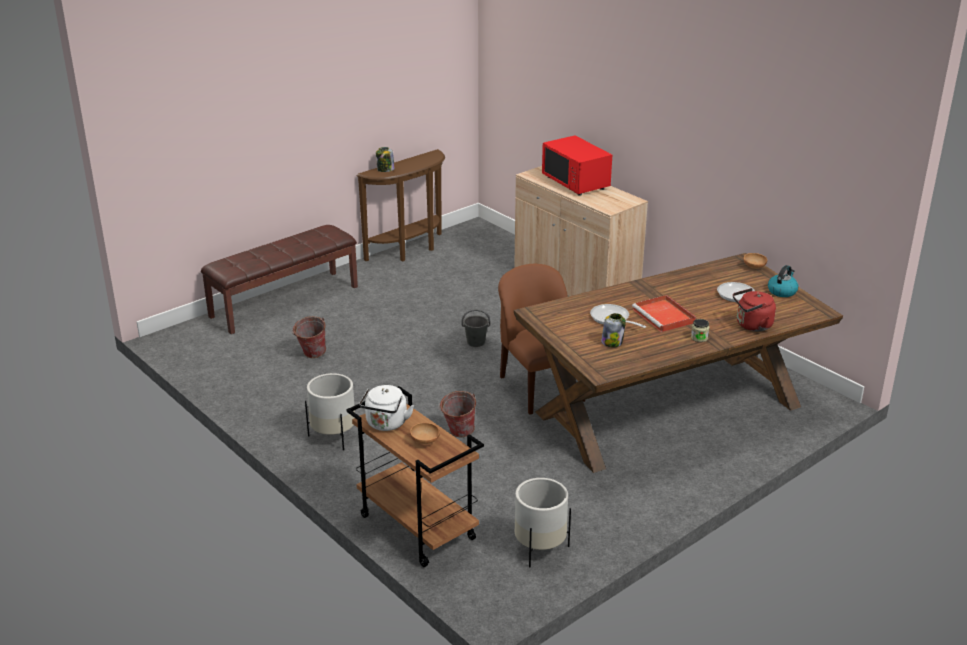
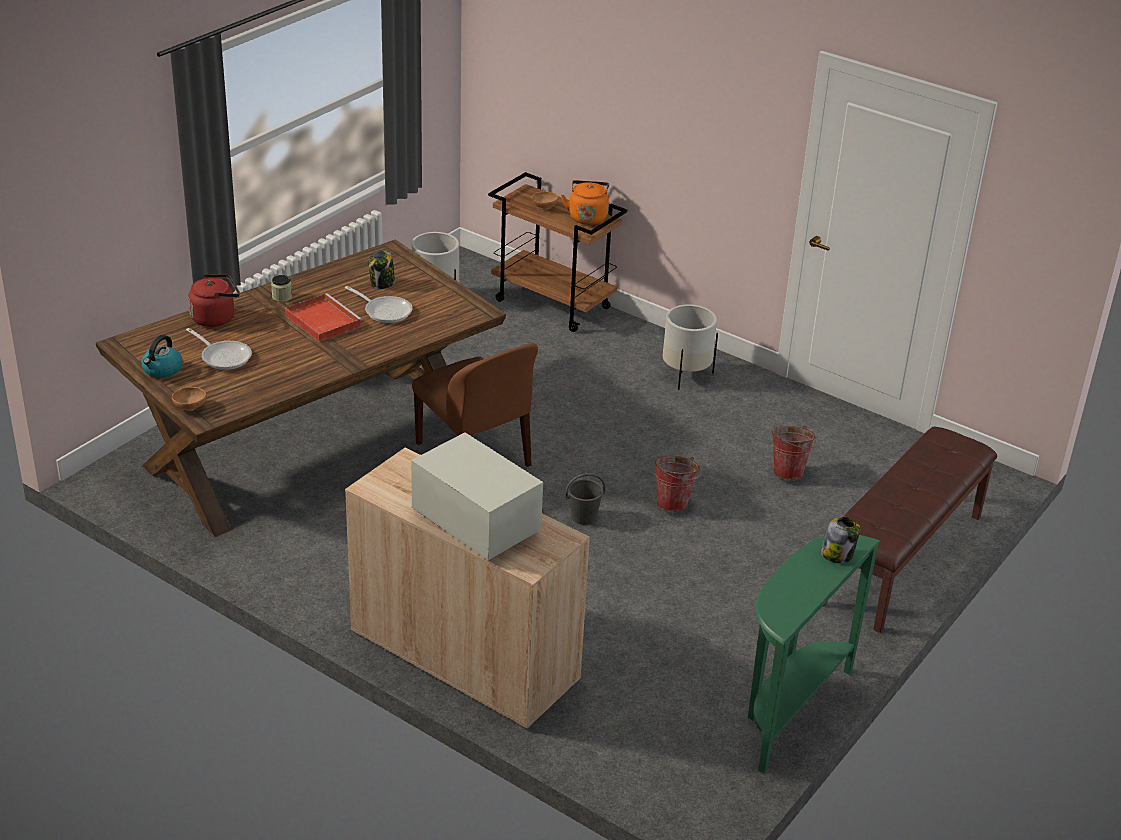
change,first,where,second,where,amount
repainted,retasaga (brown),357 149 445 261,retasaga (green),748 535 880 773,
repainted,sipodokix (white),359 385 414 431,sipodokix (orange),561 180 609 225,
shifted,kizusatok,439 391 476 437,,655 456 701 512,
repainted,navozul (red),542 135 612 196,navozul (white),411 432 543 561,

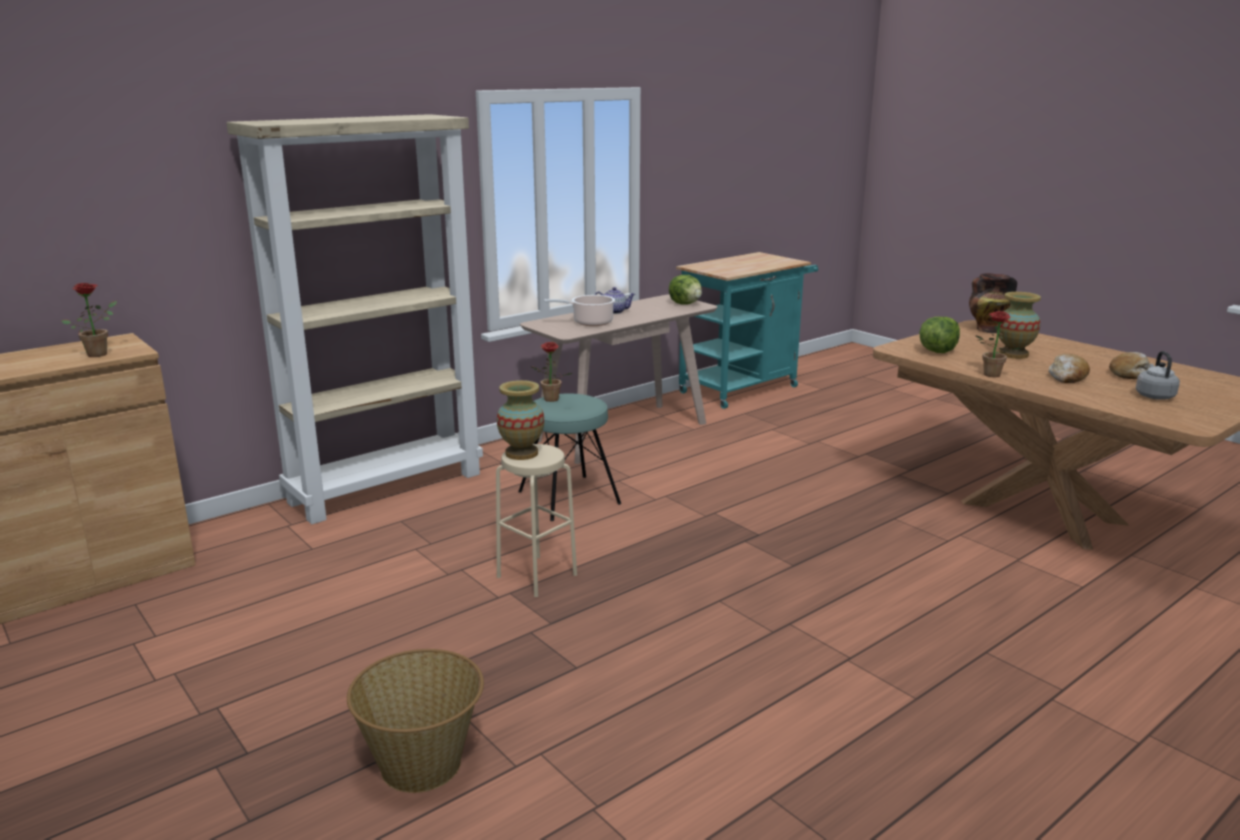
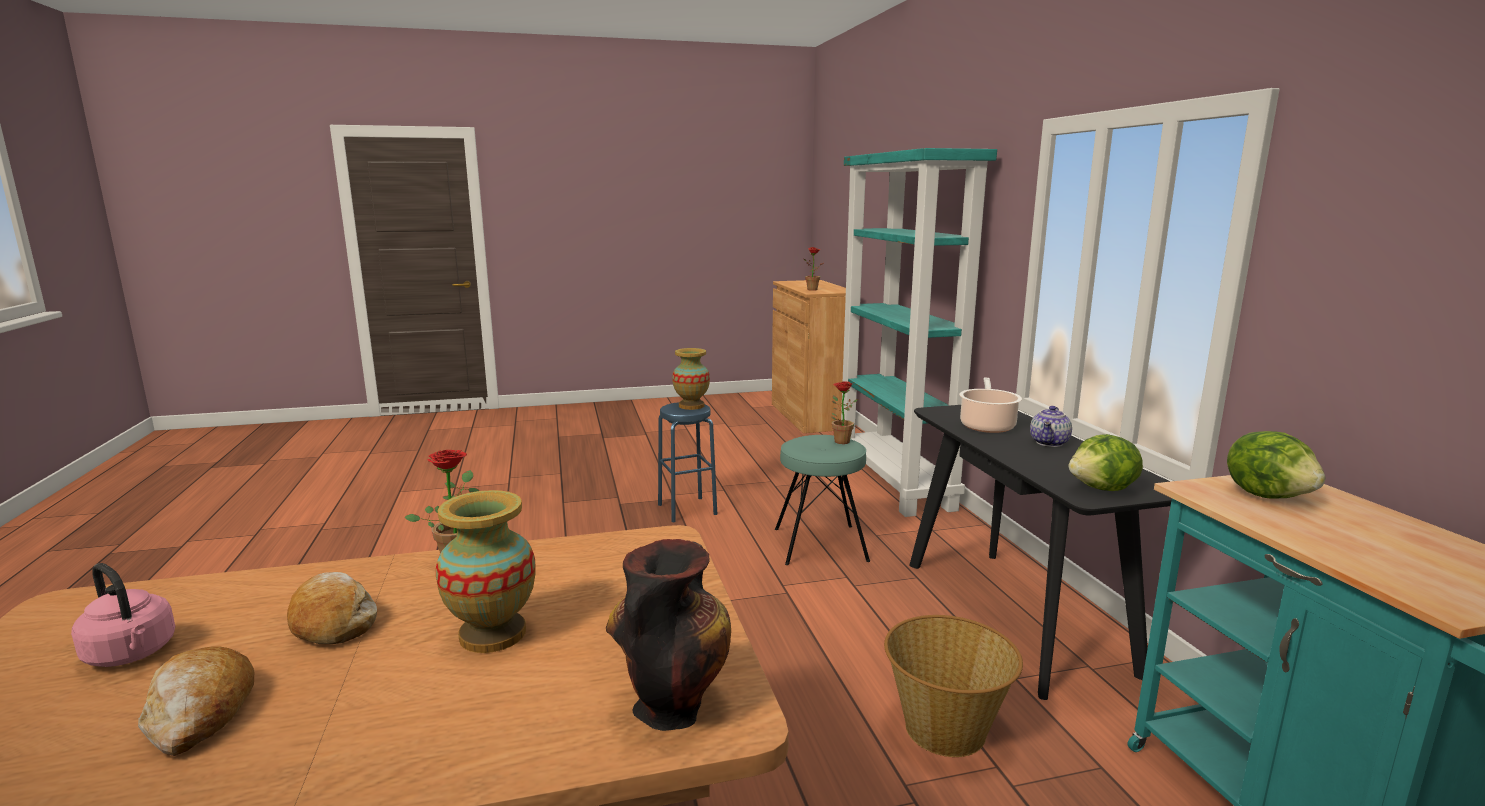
change,first,where,second,where,amount
repainted,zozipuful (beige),226 114 483 524,zozipuful (turquoise),841 148 997 517,
shifted,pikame,347 649 484 793,,884 615 1023 757,
repainted,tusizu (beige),496 444 577 597,tusizu (blue),658 402 717 522,
repainted,retasaga (beige),520 294 718 464,retasaga (black),909 405 1172 700,
shifted,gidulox,919 317 960 353,,1227 431 1325 499,
repainted,sipodokix (grey),1136 351 1180 400,sipodokix (pink),71 563 176 667,

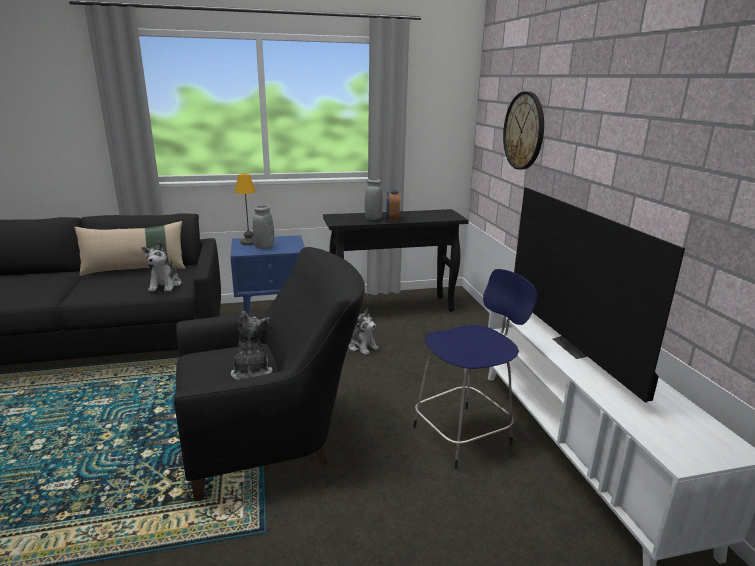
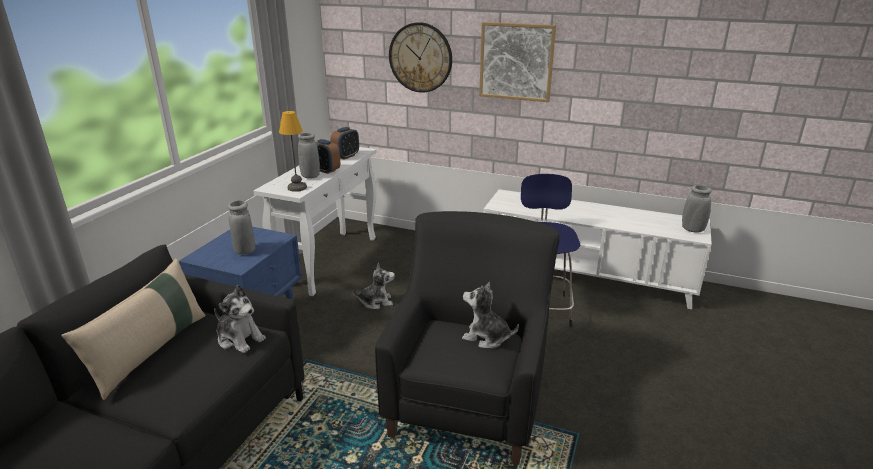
change,first,where,second,where,amount
shifted,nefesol,235 174 256 245,,279 111 307 192,
repainted,retasaga (black),323 209 469 312,retasaga (white),254 147 377 296,
gone,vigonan,514 187 685 403,,,
new,,,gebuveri,330 127 359 160,
new,,,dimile,479 22 556 102,
new,,,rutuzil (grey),682 185 712 233,

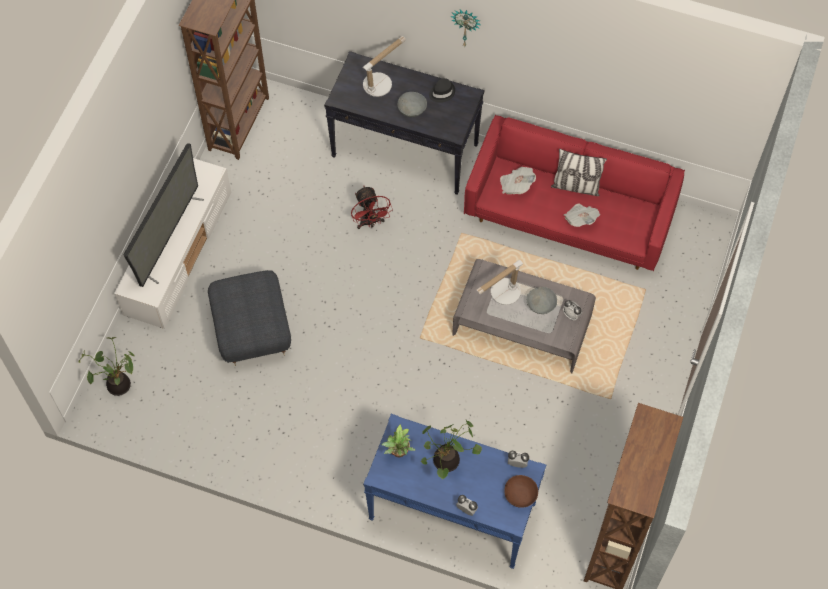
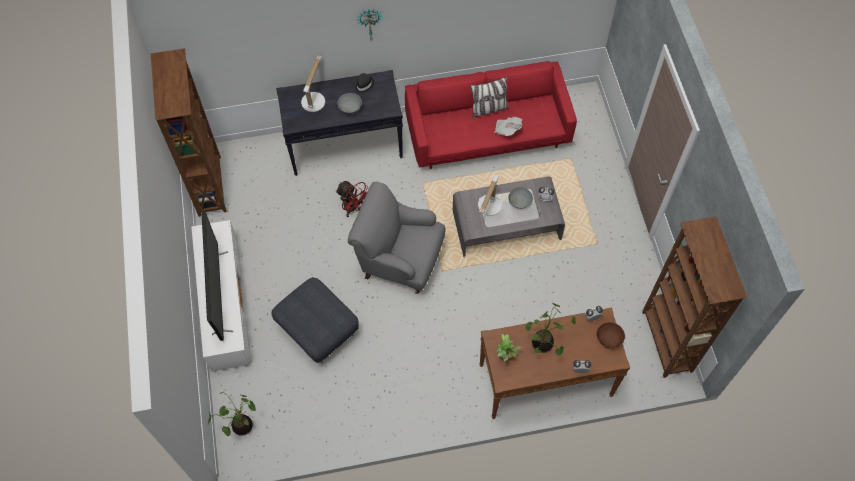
change,first,where,second,where,amount
repainted,retasaga (blue),363 414 546 569,retasaga (brown),479 307 630 419,
gone,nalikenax,500 167 536 194,,,
new,,,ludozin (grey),348 182 445 294,

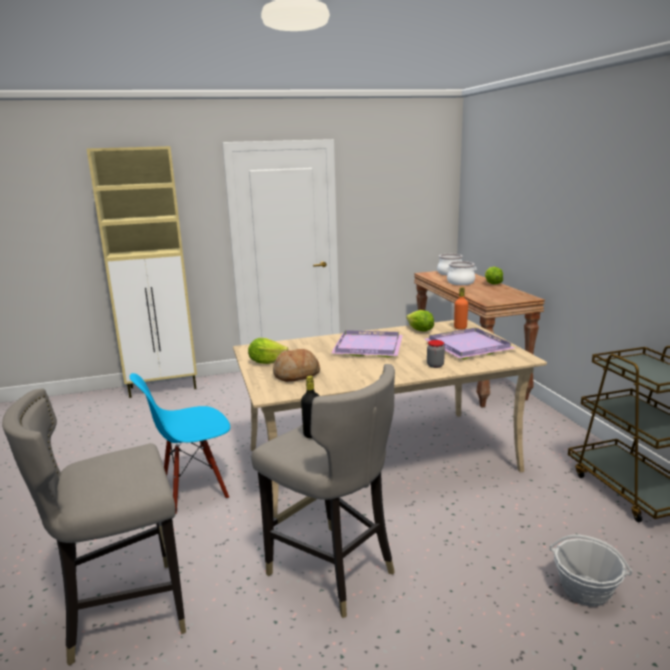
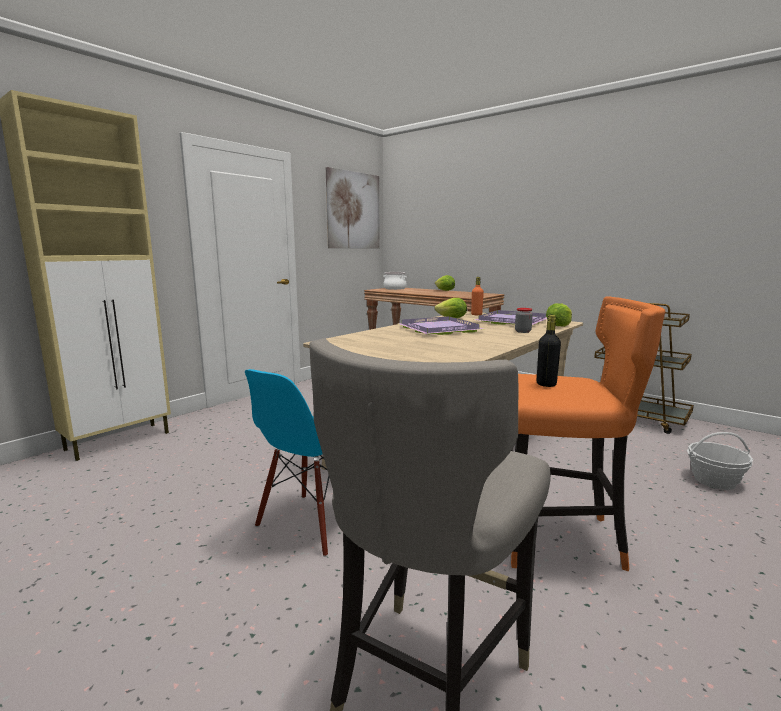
change,first,where,second,where,amount
shifted,gidulox,248 338 289 364,,546 303 572 327,
repainted,tusizu (grey),251 364 395 618,tusizu (orange),511 296 665 571,
gone,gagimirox,273 349 320 382,,,
gone,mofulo,446 261 476 285,,,
new,,,dimile,326 167 380 248,

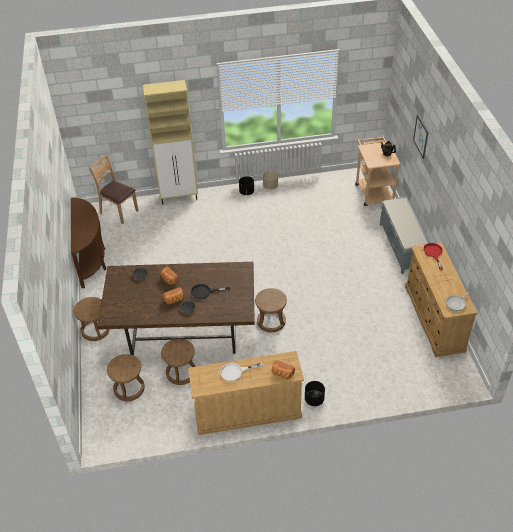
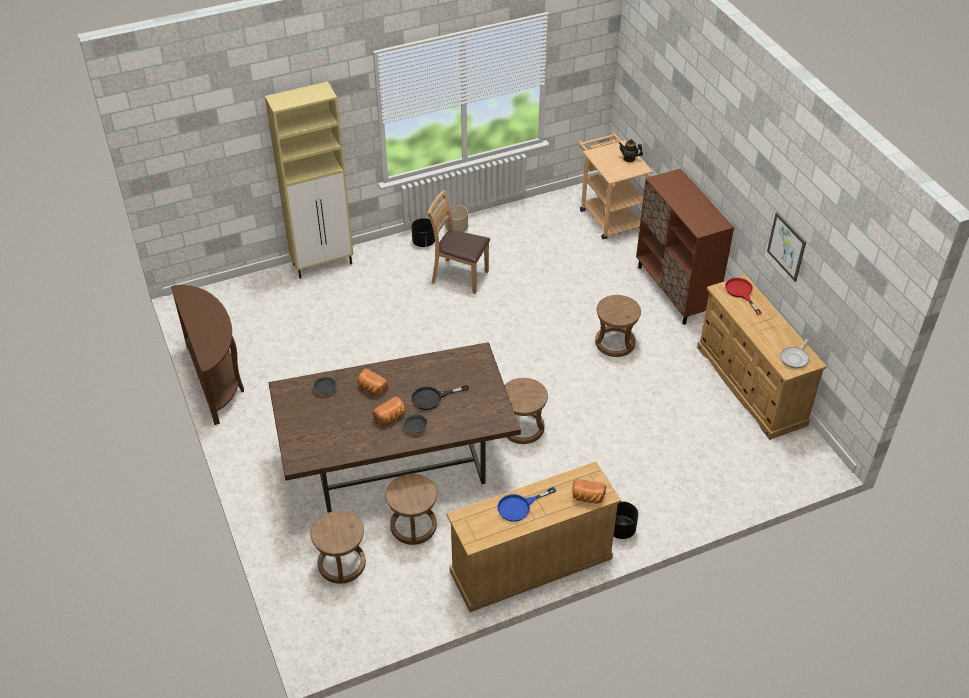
change,first,where,second,where,amount
shifted,tusizu (brown),74 297 110 341,,595 295 641 357,
shifted,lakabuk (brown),89 155 139 224,,428 190 490 294,
repainted,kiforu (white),220 363 263 381,kiforu (blue),497 487 556 522,
swapped,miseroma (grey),380 197 429 274,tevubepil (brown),636 168 734 325,
shifted,dimile,413 114 428 159,,767 212 806 282,

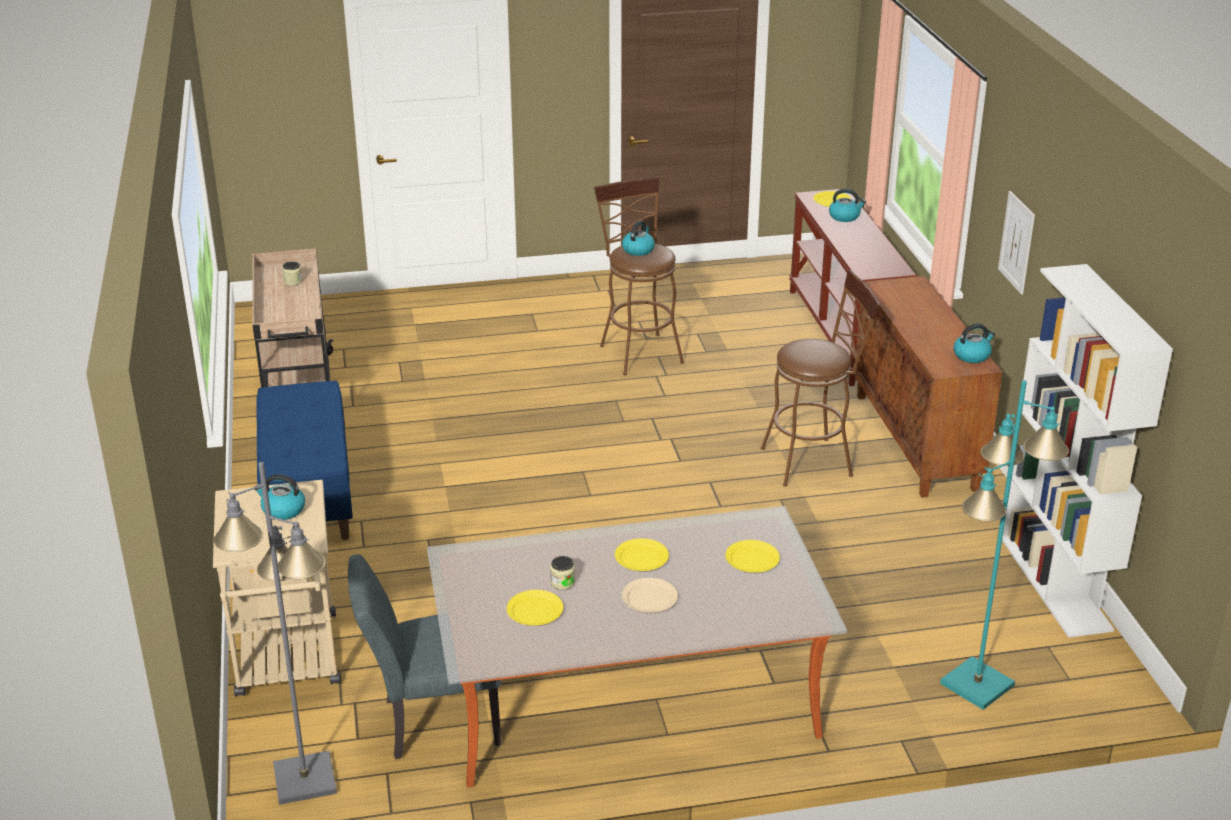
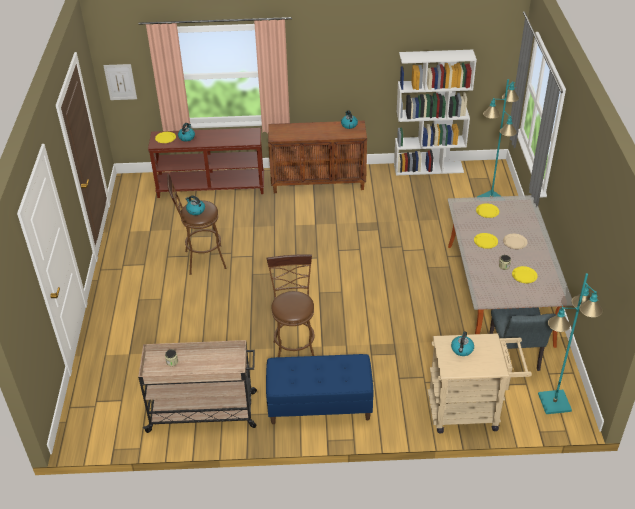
change,first,where,second,where,amount
repainted,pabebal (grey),214 462 337 805,pabebal (turquoise),538 273 603 414,
shifted,tusizu (brown),761 270 880 487,,266 254 315 357,
shifted,dimile,998 191 1035 295,,103 64 137 100,

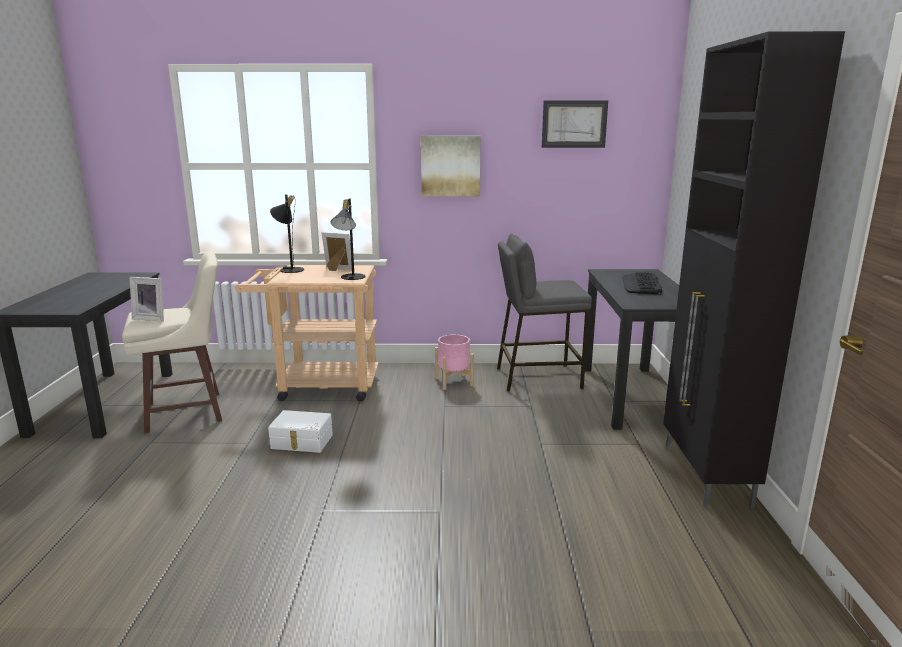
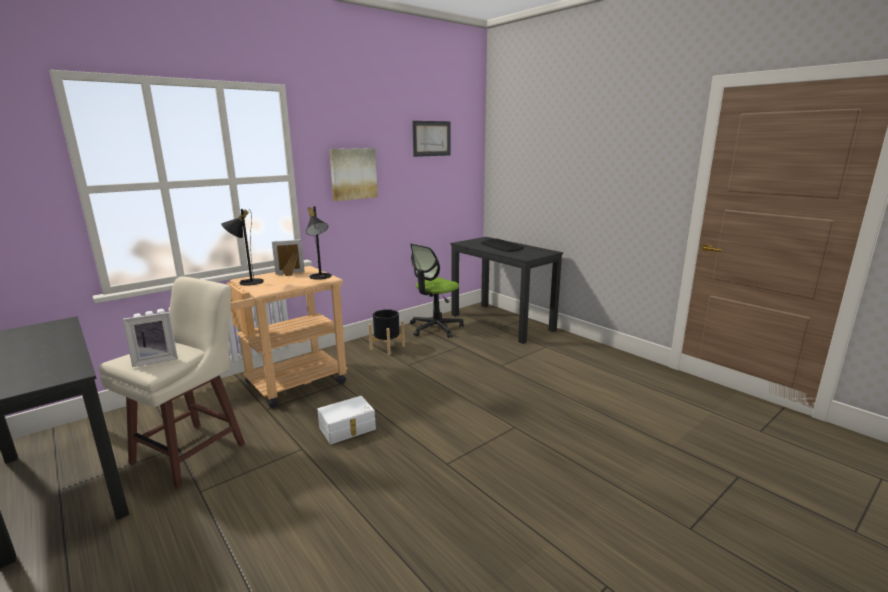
change,first,where,second,where,amount
repainted,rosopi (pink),435 334 474 390,rosopi (black),368 309 405 355,
swapped,tusizu (grey),497 234 592 391,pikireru,410 244 464 338,
gone,tevubepil (black),663 31 845 508,,,

